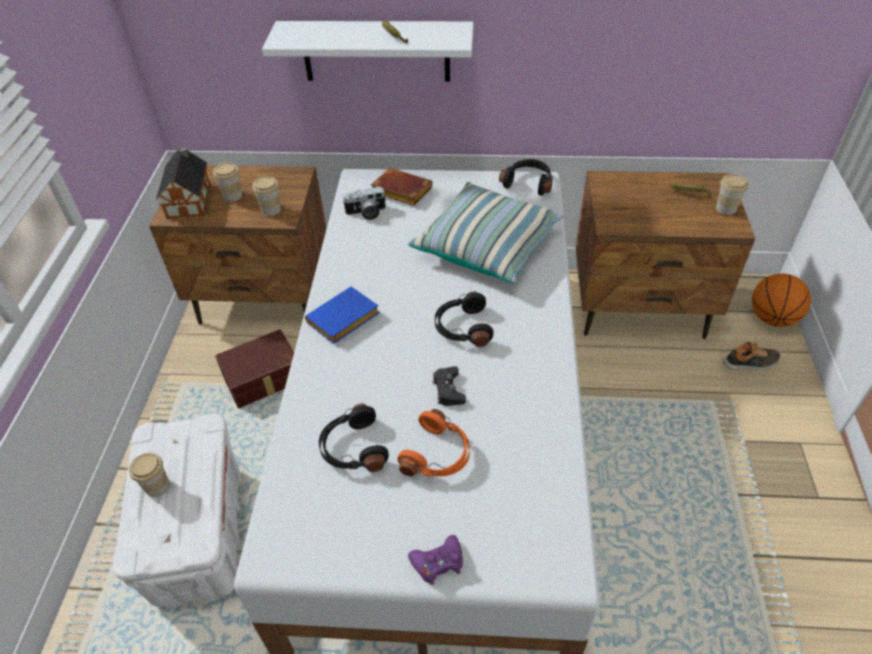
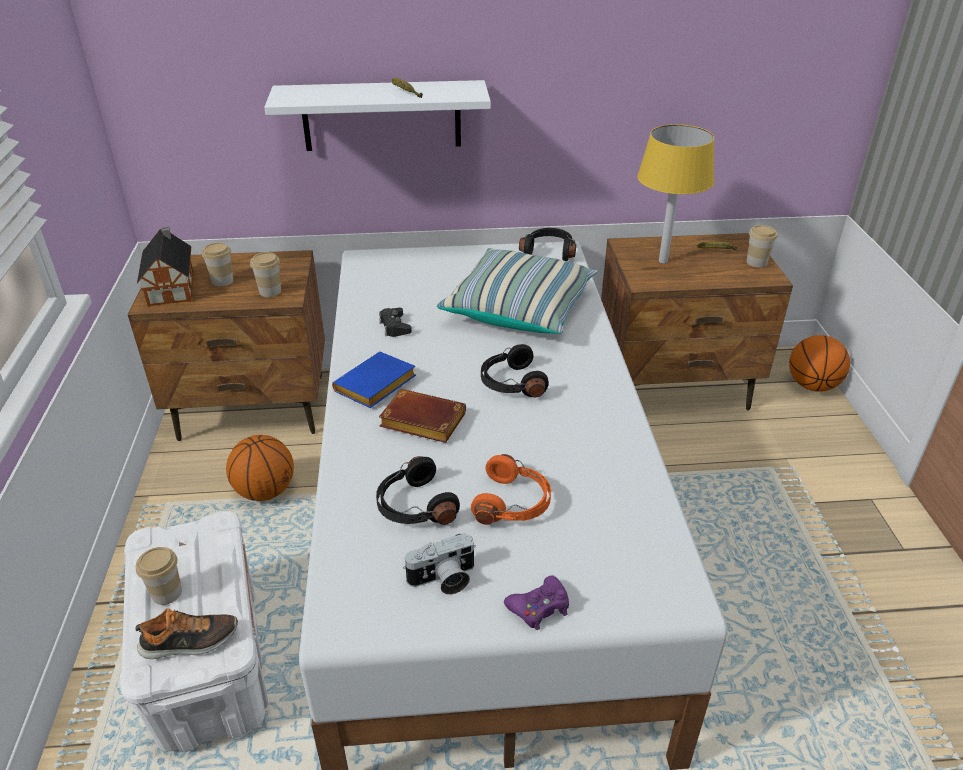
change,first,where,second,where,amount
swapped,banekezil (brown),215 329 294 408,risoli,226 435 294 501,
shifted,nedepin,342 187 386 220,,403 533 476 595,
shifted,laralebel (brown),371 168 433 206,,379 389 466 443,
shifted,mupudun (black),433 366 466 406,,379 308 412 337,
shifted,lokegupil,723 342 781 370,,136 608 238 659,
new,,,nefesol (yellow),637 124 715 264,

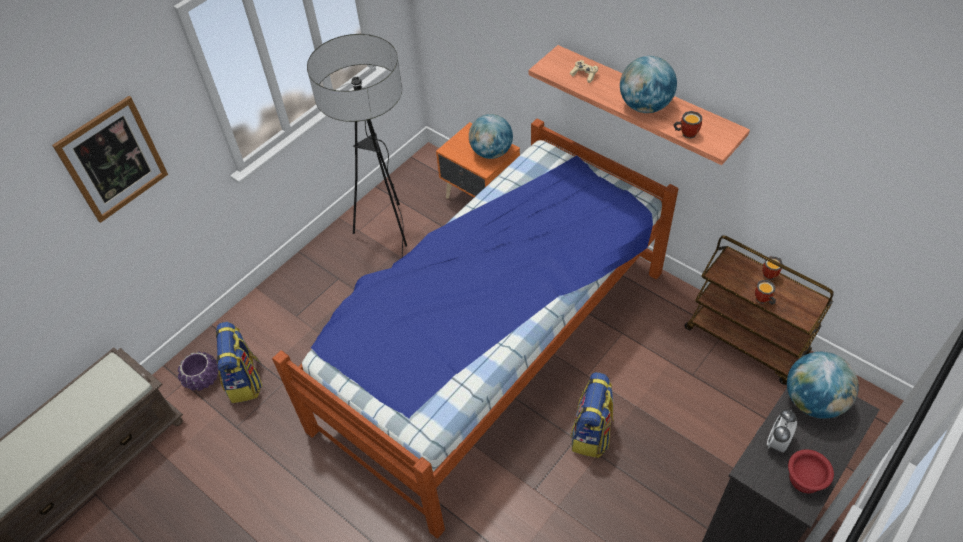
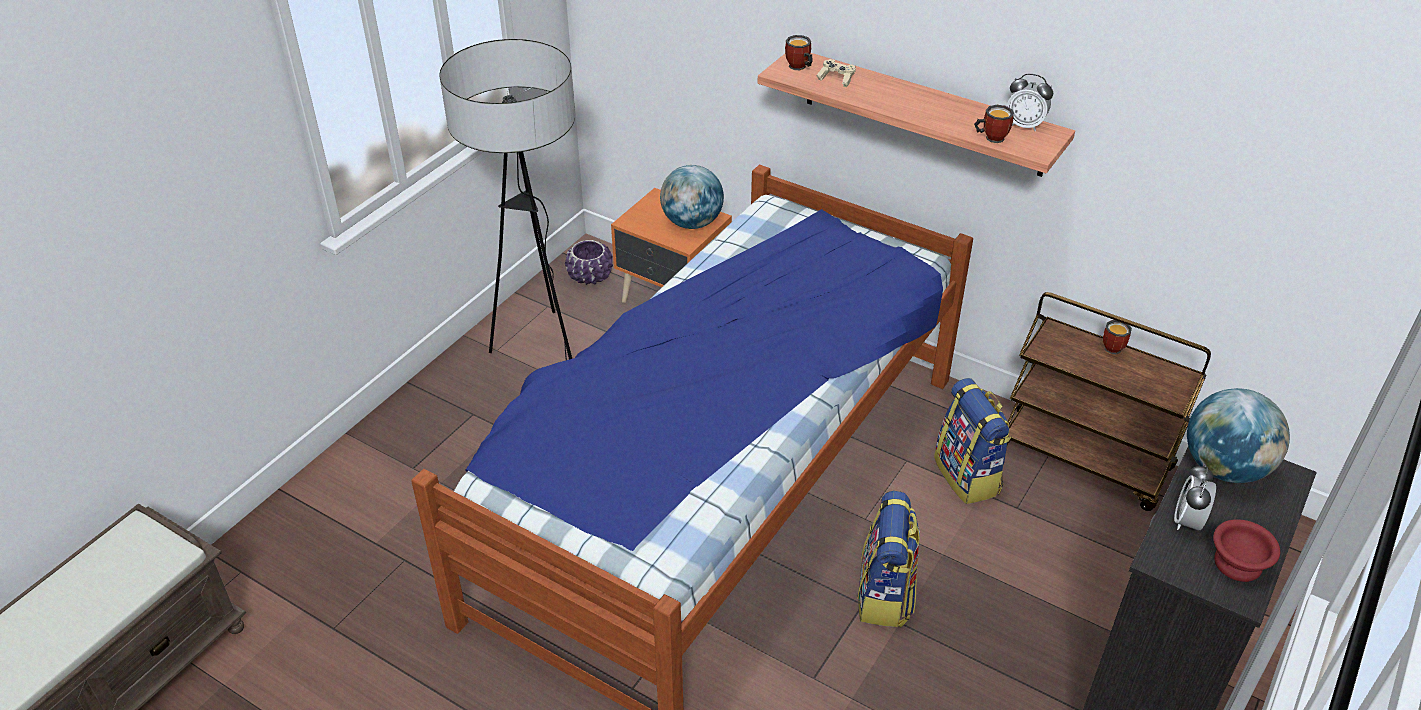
change,first,where,second,where,amount
gone,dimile,52 96 168 223,,,
shifted,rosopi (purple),178 352 218 391,,565 240 613 285,
shifted,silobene,216 322 263 403,,934 378 1012 504,
gone,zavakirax,620 56 677 113,,,
shifted,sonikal,755 280 776 305,,785 35 813 70,
new,,,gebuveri,1007 74 1053 131,

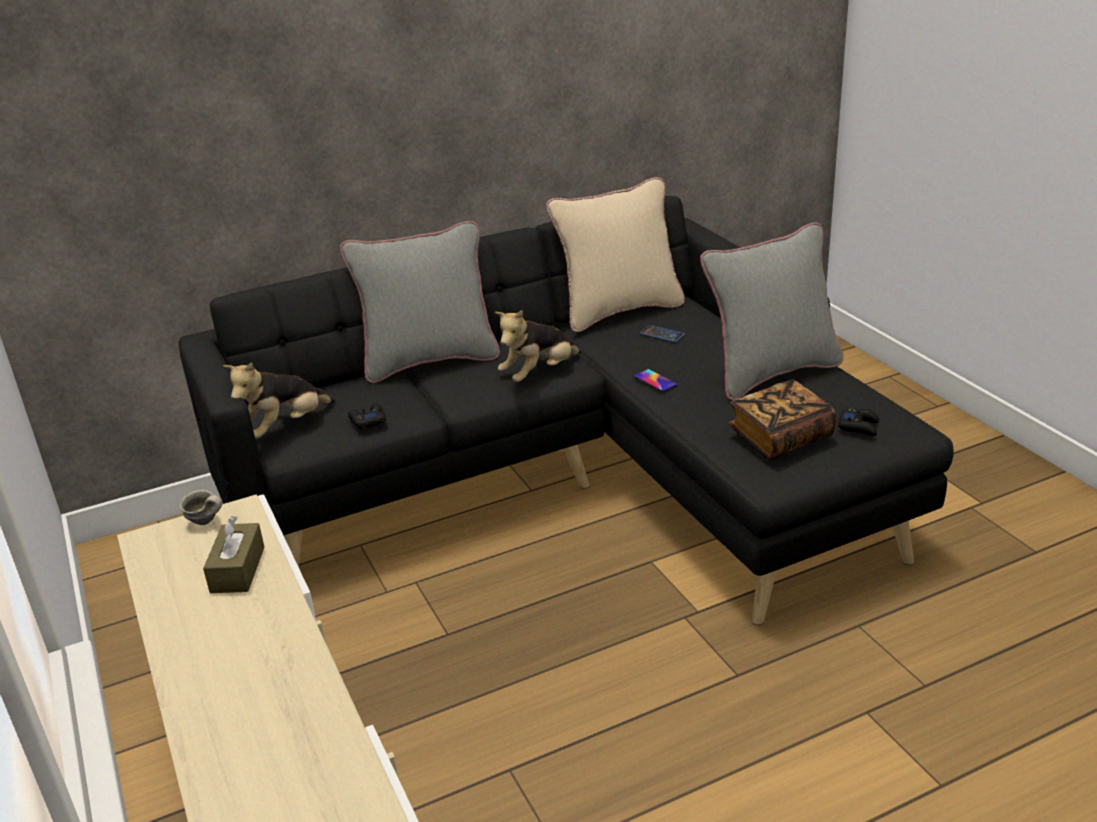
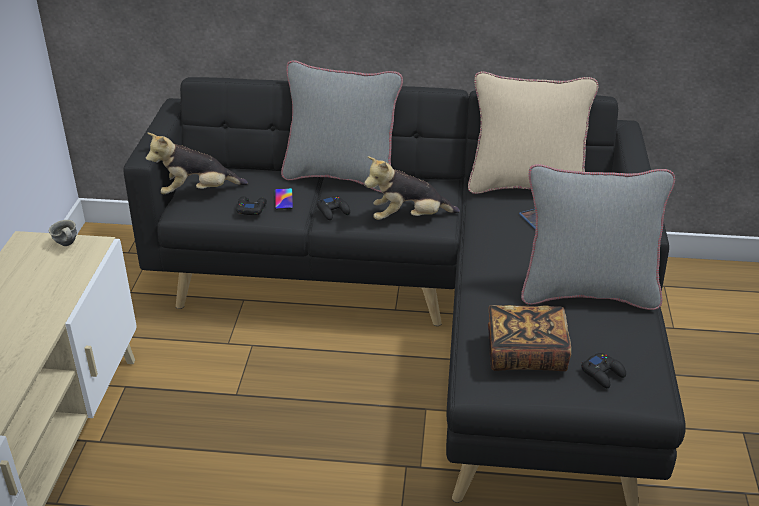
change,first,where,second,where,amount
gone,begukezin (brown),203 516 264 593,,,
shifted,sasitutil,634 369 678 392,,275 188 293 209,
new,,,mupudun (black),317 196 350 220,

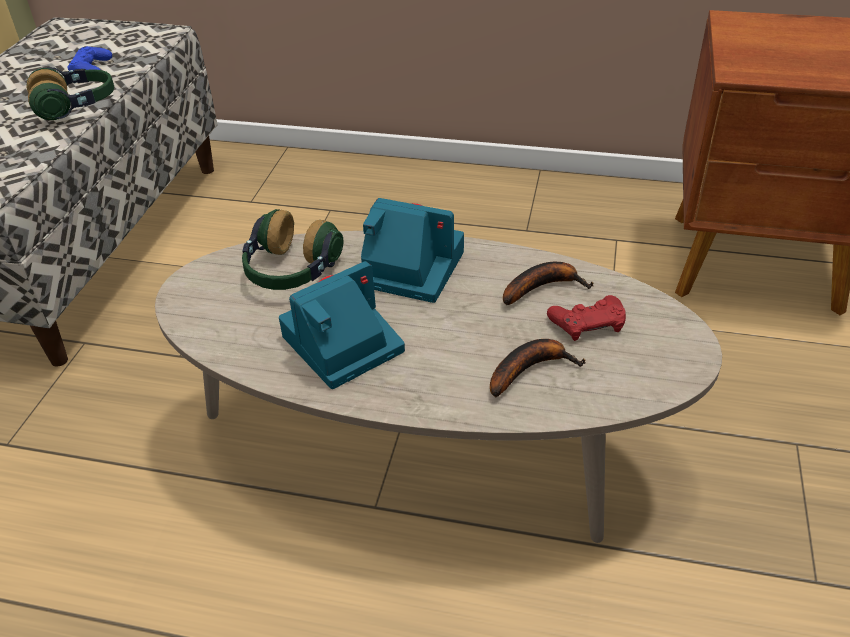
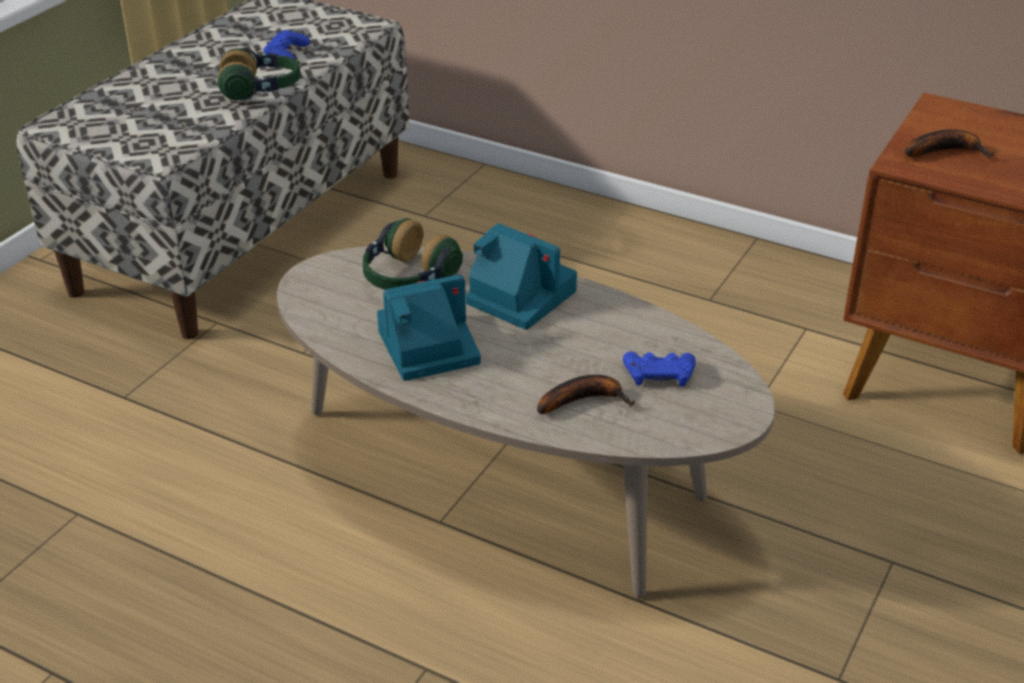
change,first,where,second,where,amount
shifted,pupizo,503 262 593 305,,905 129 994 158,
repainted,mupudun (red),547 295 626 341,mupudun (blue),623 352 696 387,

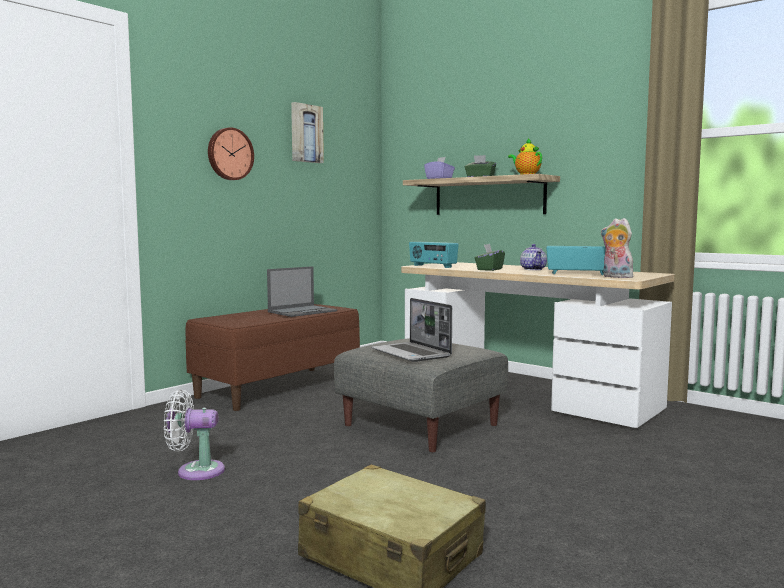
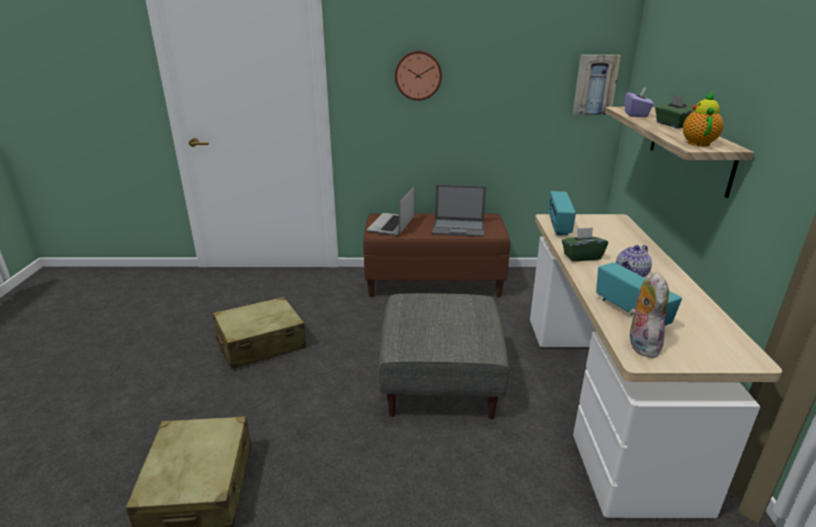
change,first,where,second,where,amount
swapped,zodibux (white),164 390 225 480,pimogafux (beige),213 296 306 369,
shifted,dimile,291 102 324 163,,573 55 621 115,
shifted,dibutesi,371 298 452 362,,367 186 414 236,

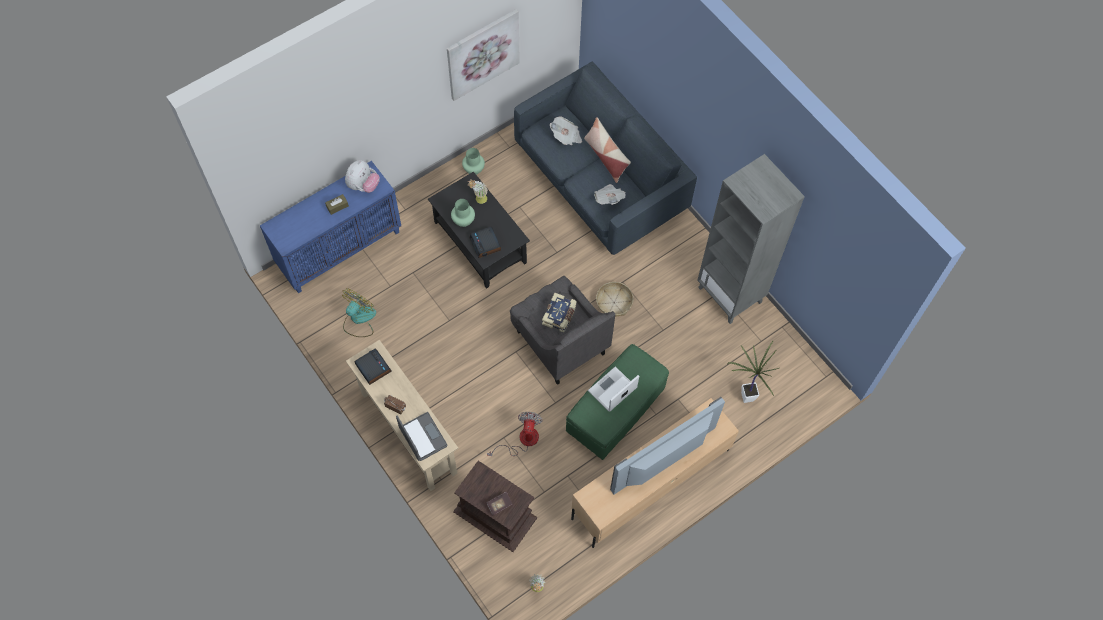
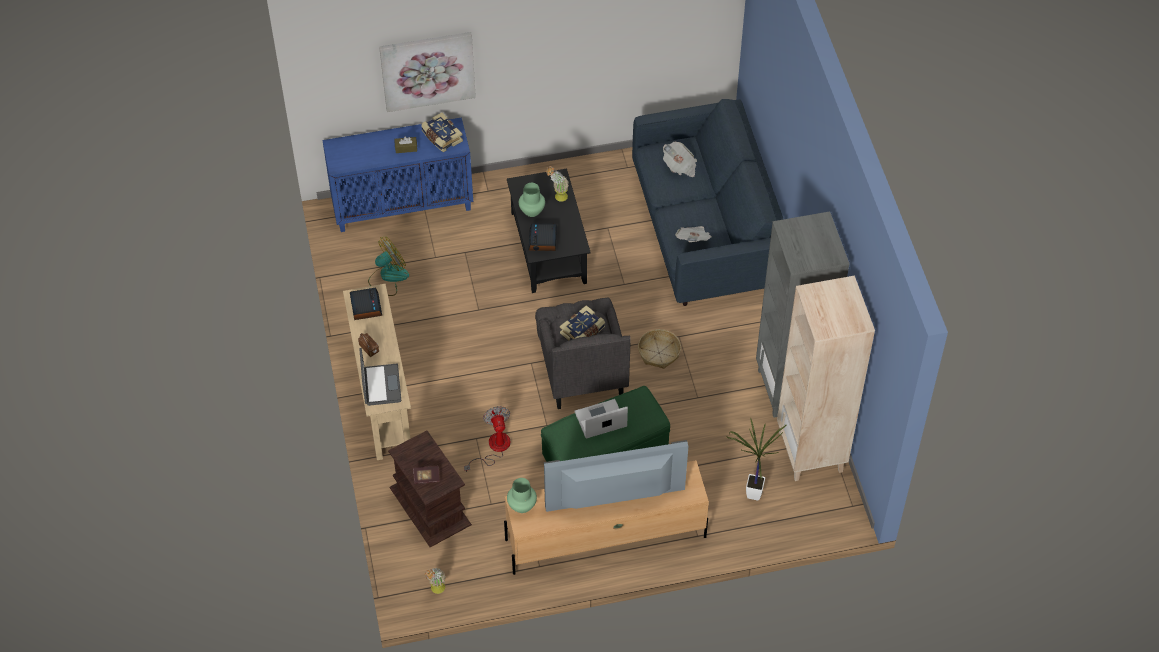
change,first,where,second,where,amount
swapped,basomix,345 160 380 193,laralebel,421 112 463 152,
shifted,dimile,447 9 520 101,,379 32 476 112,
shifted,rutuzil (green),462 148 485 175,,507 478 537 513,
rotated,zodibux,487 412 543 456,,464 406 511 472,45 degrees counterclockwise
gone,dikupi,584 117 631 183,,,
new,,,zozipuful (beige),777 276 875 481,

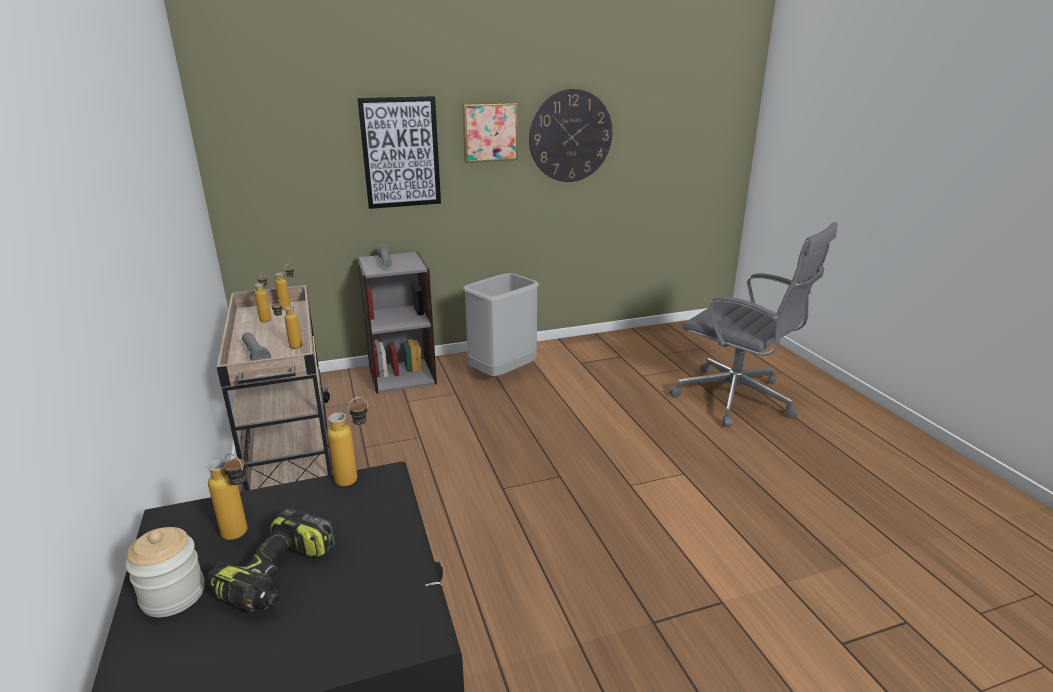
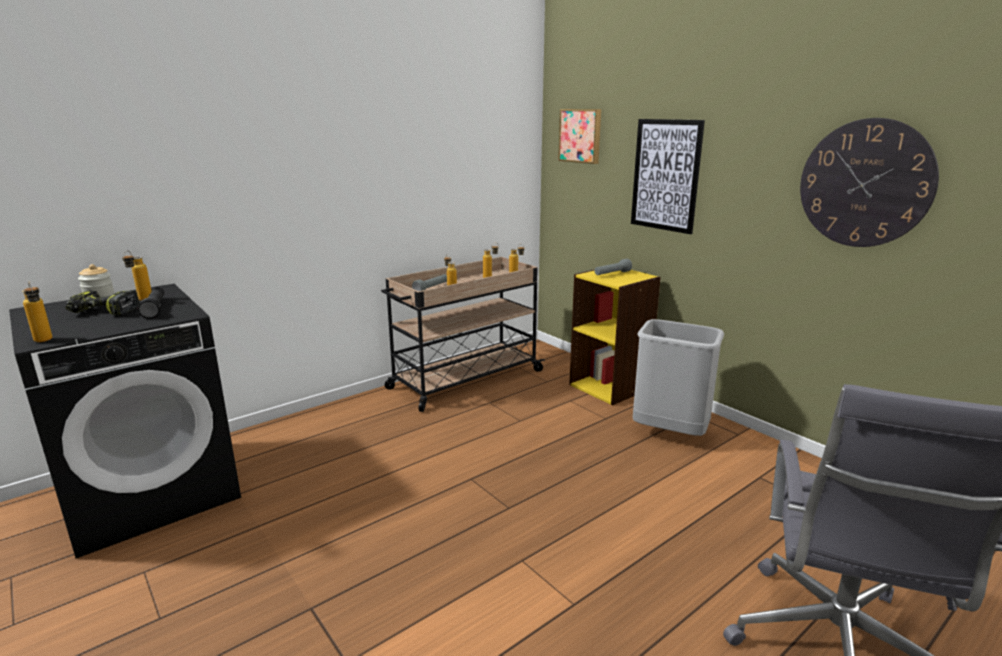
change,first,where,second,where,amount
shifted,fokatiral,327 397 368 486,,22 282 52 342,
repainted,zozipuful (grey),357 251 437 394,zozipuful (yellow),569 270 661 406,
shifted,dimile,462 103 518 163,,558 109 601 164,
new,,,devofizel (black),138 287 164 319,

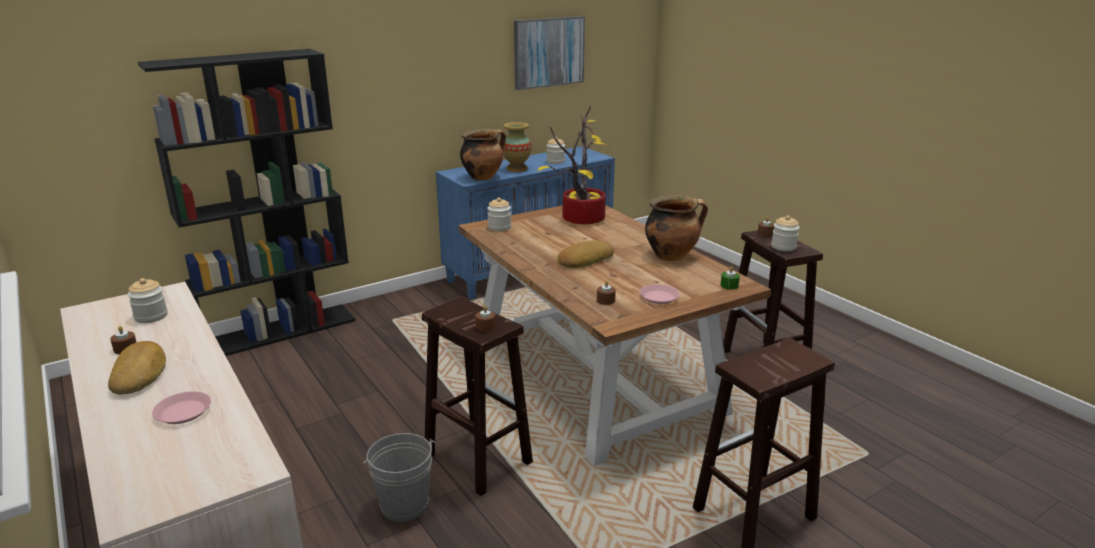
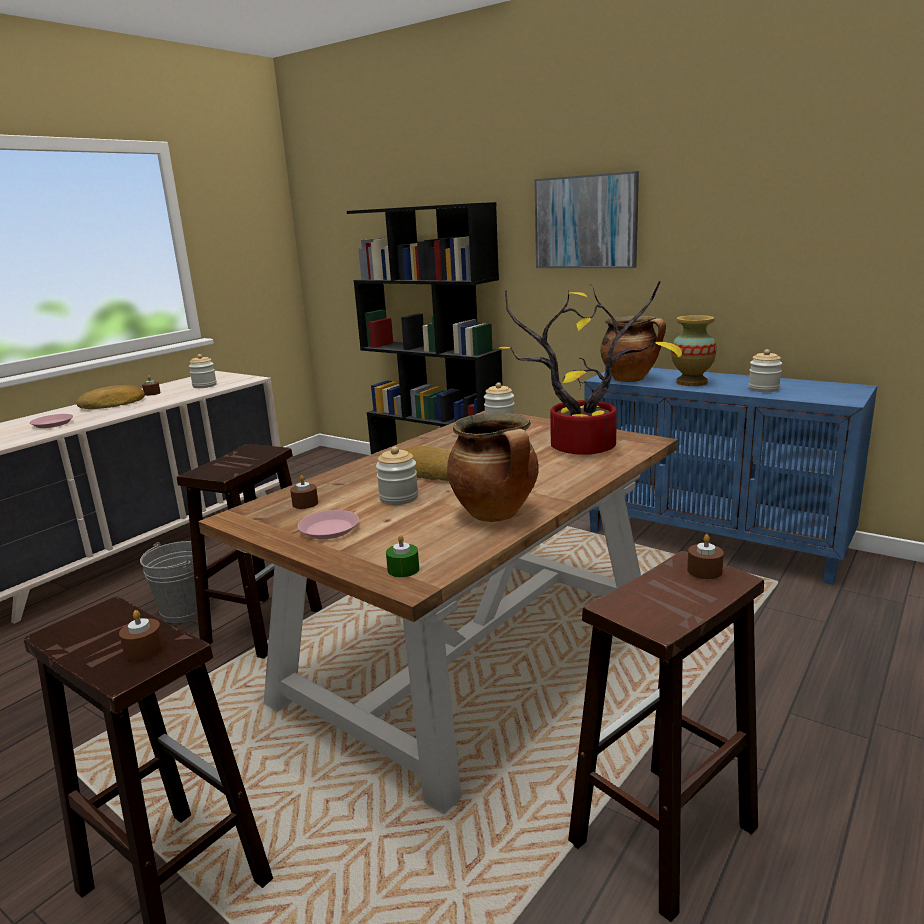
change,first,where,second,where,amount
shifted,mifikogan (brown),475 305 496 331,,119 610 164 661,
shifted,dimile,514 16 585 90,,534 171 639 268,
shifted,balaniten,771 215 800 251,,376 447 418 505,

